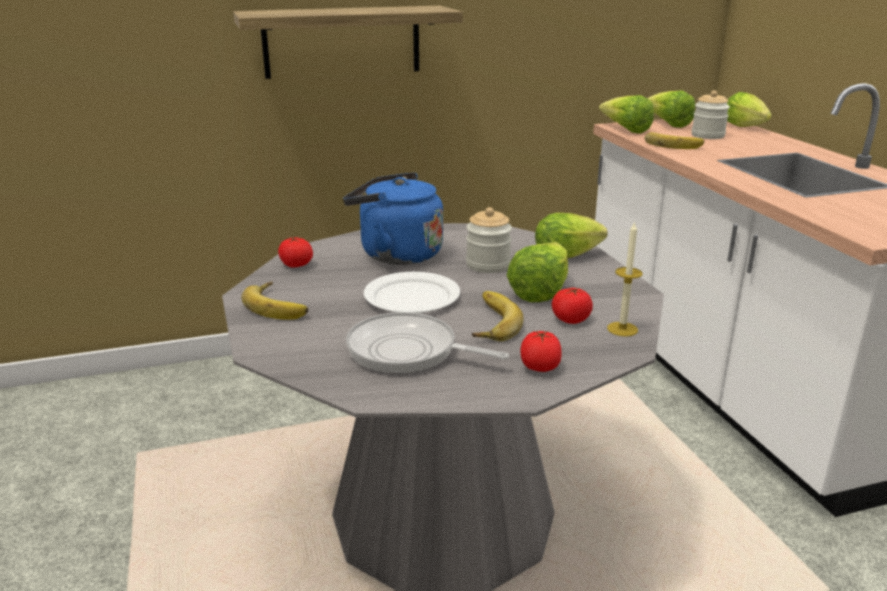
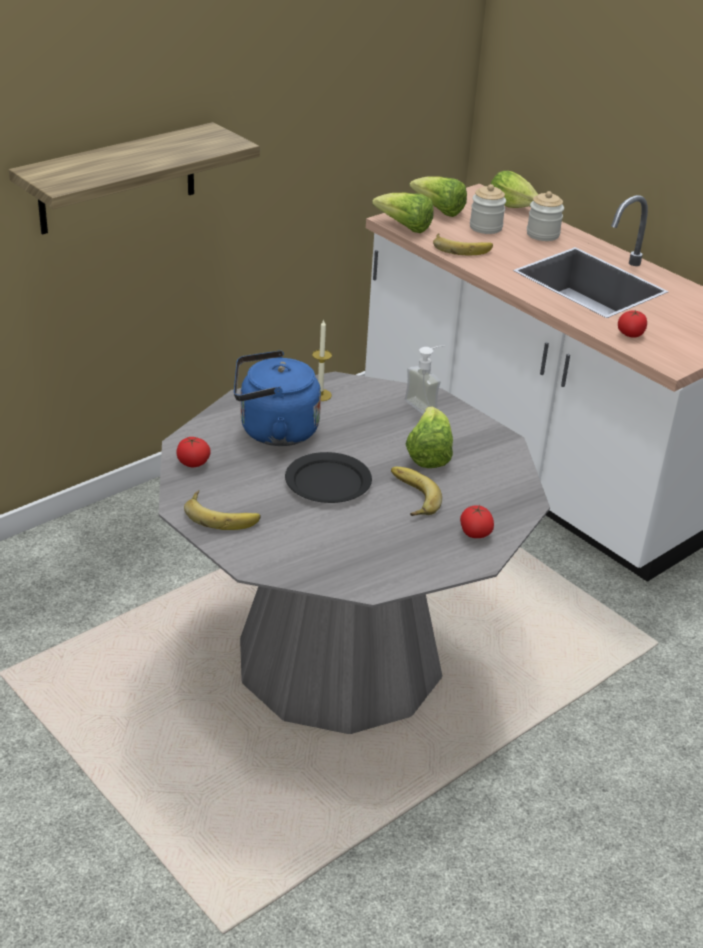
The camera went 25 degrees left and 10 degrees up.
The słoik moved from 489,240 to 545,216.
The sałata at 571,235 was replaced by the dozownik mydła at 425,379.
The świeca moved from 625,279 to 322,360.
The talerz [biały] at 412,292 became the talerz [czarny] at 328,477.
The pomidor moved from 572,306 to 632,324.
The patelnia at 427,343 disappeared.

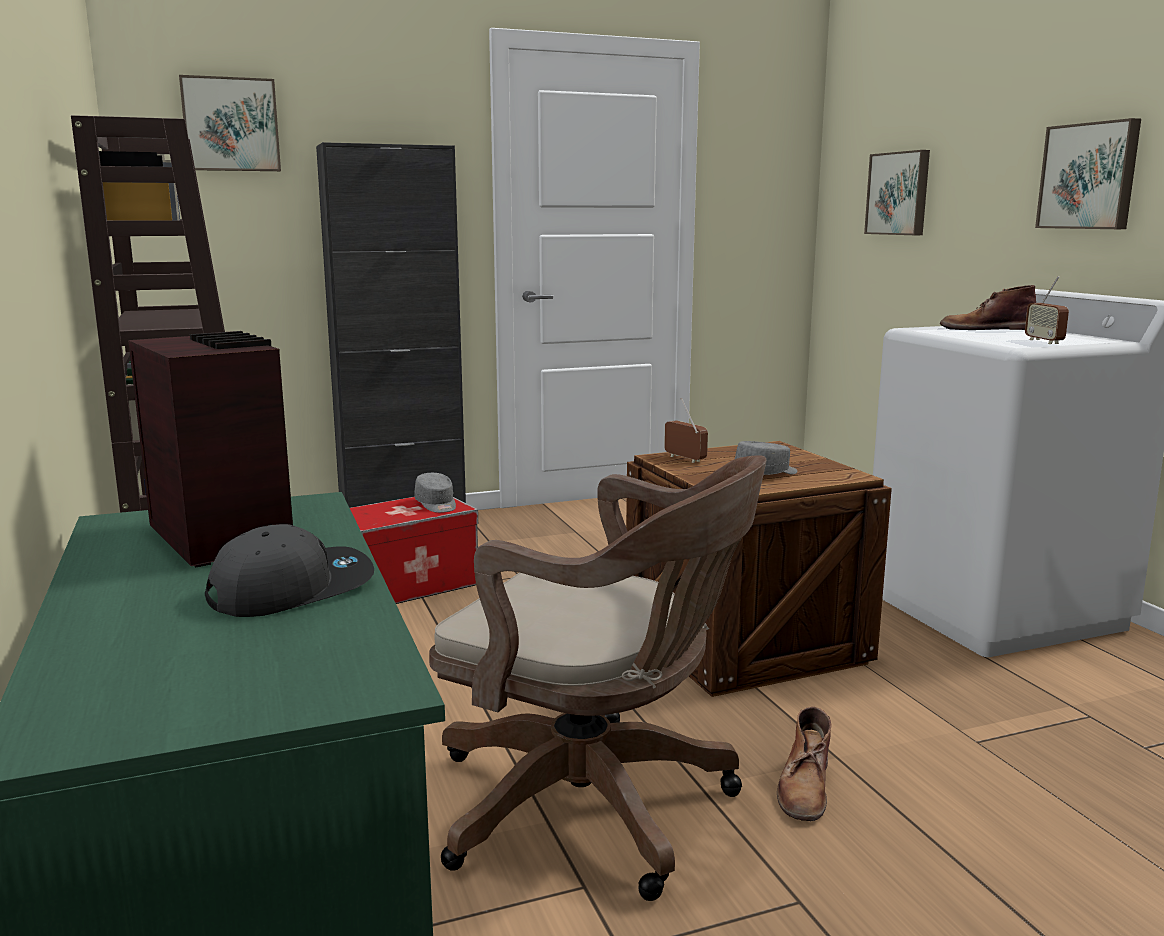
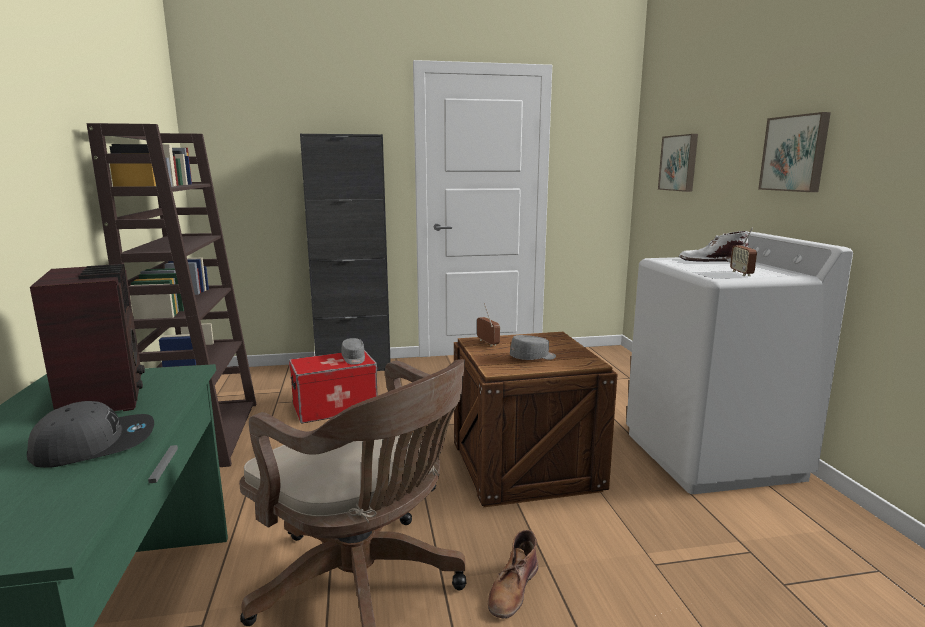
The camera went 10 degrees right and 0 degrees up.
The obraz at 230,123 disappeared.
The but z cholewką [brązowy] at 988,307 became the but z cholewką [biały] at 714,246.

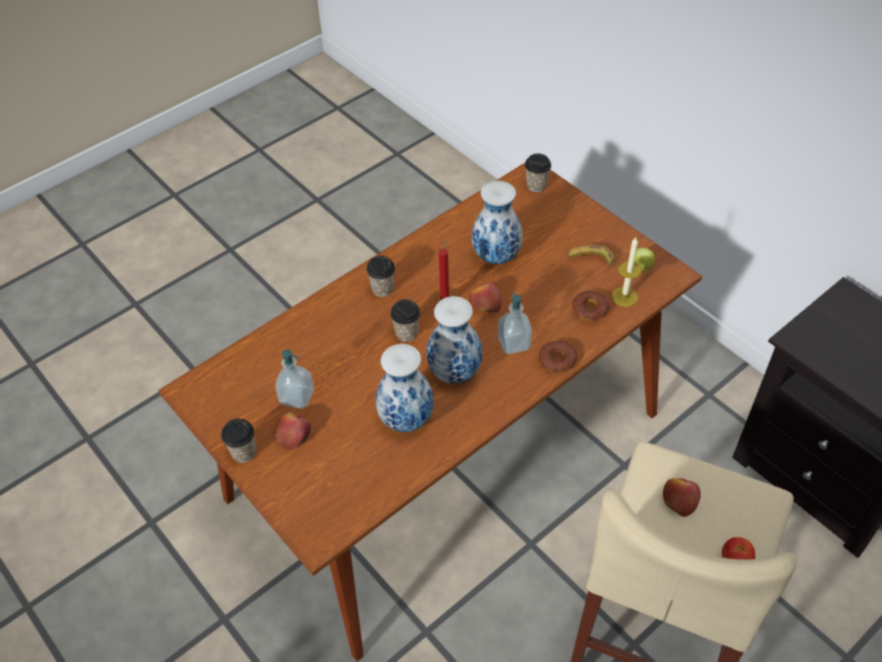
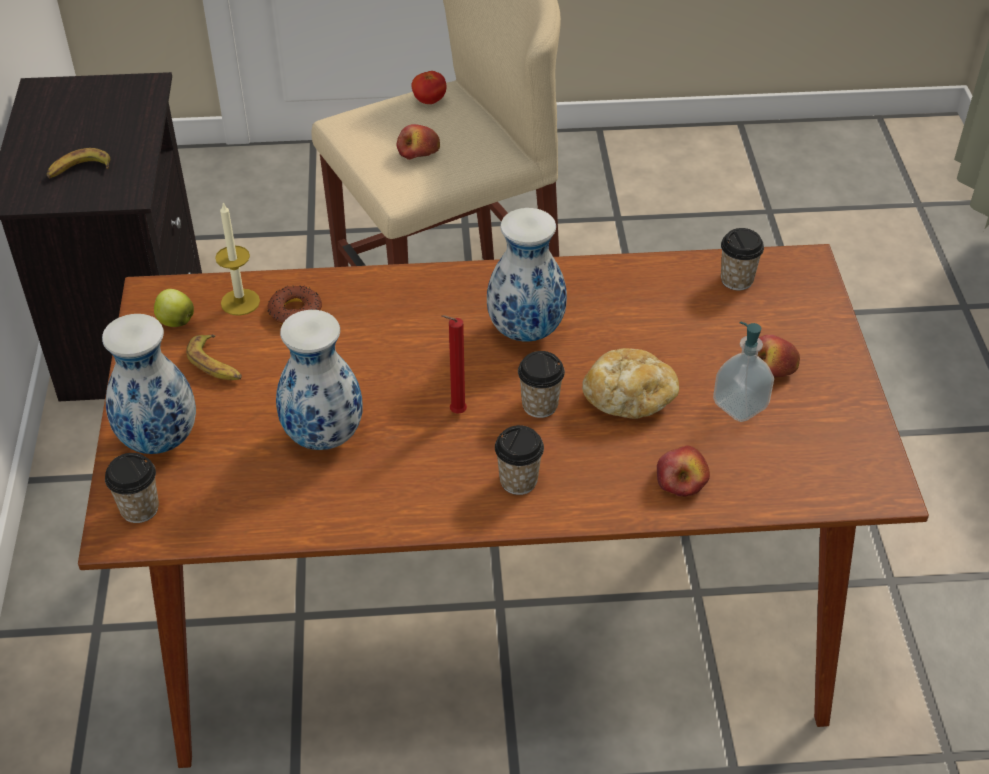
The camera went 145 degrees left and 5 degrees down.
The jabłko moved from 485,297 to 683,471.
The dozownik mydła at 515,323 disappeared.
The donut at 558,356 disappeared.
The wazon moved from 405,388 to 149,384.
The filiżanka moved from 238,441 to 742,259.
The banan at 78,163 appeared.
The chleb at 630,383 appeared.

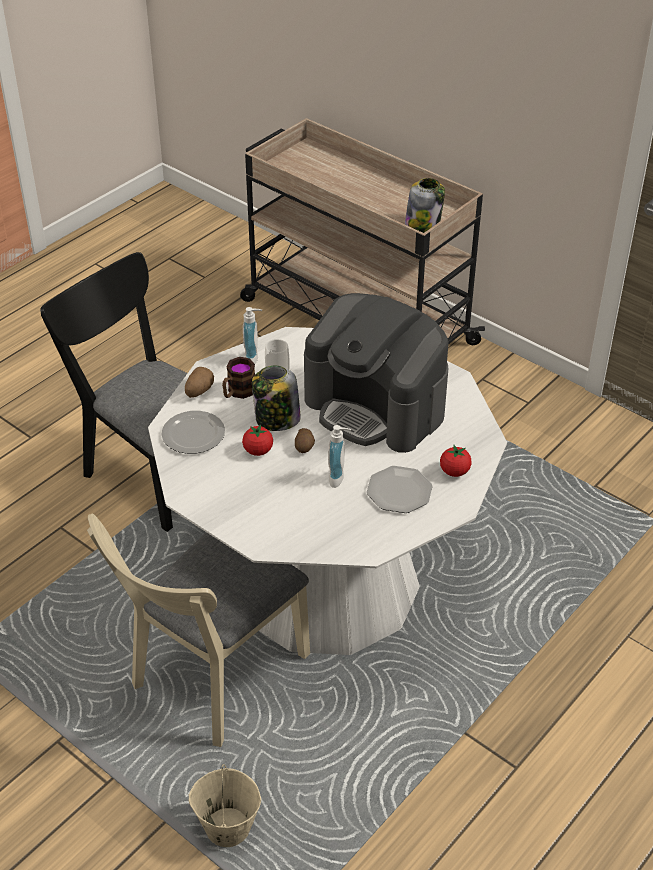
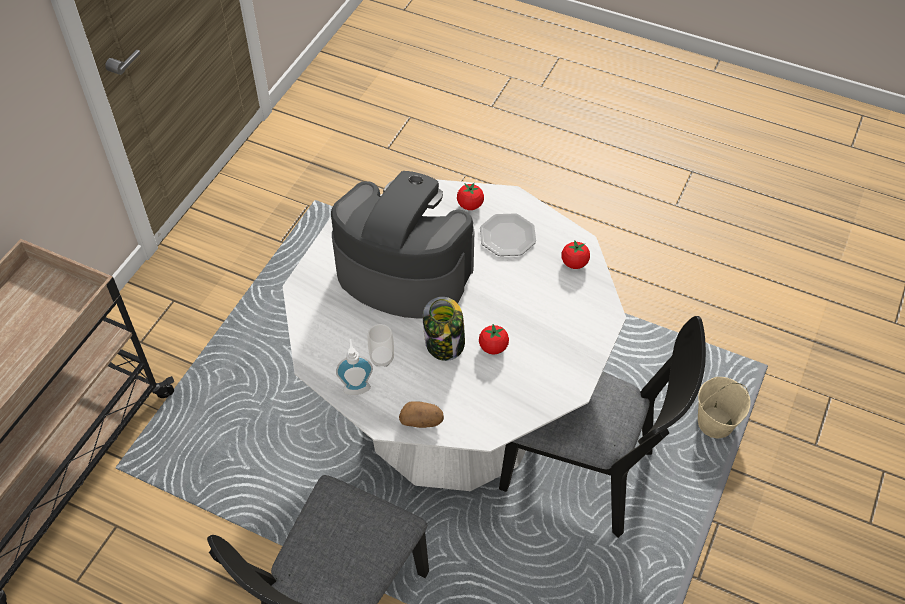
The camera went 105 degrees left and 10 degrees up.
The słoik at 425,205 disappeared.
The ekspres do kawy at 376,373 turned 90 degrees counterclockwise.
The kubek at 238,378 disappeared.
The talerz at 193,432 disappeared.
The dozownik mydła at 340,456 disappeared.
The ziemniak at 305,440 disappeared.
The krzesło [beżowy] at 198,630 became the krzesło [czarny] at 602,427.
The pomidor at 576,254 appeared.

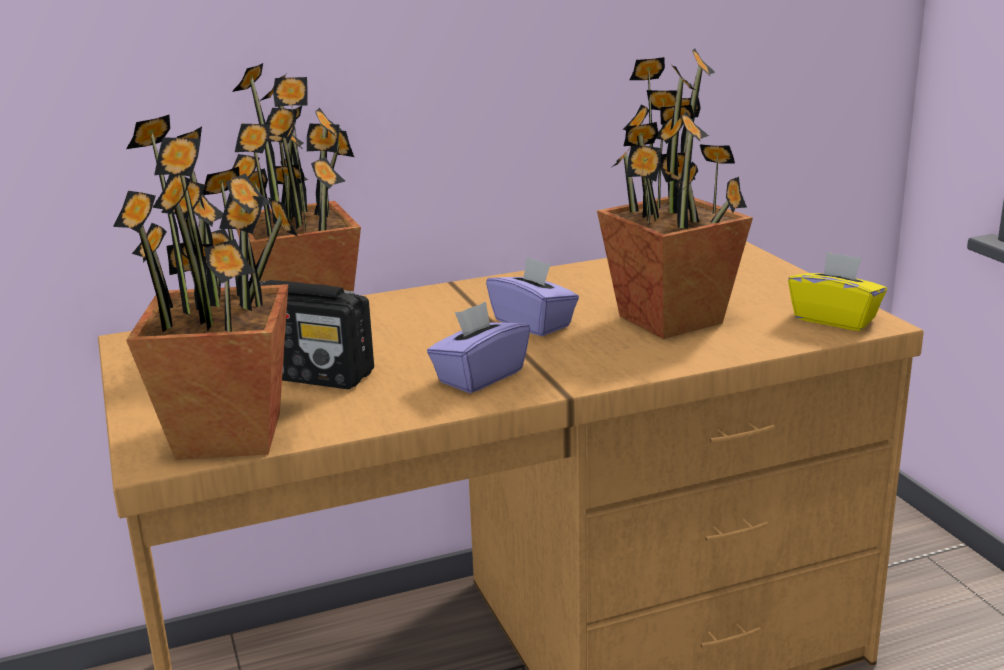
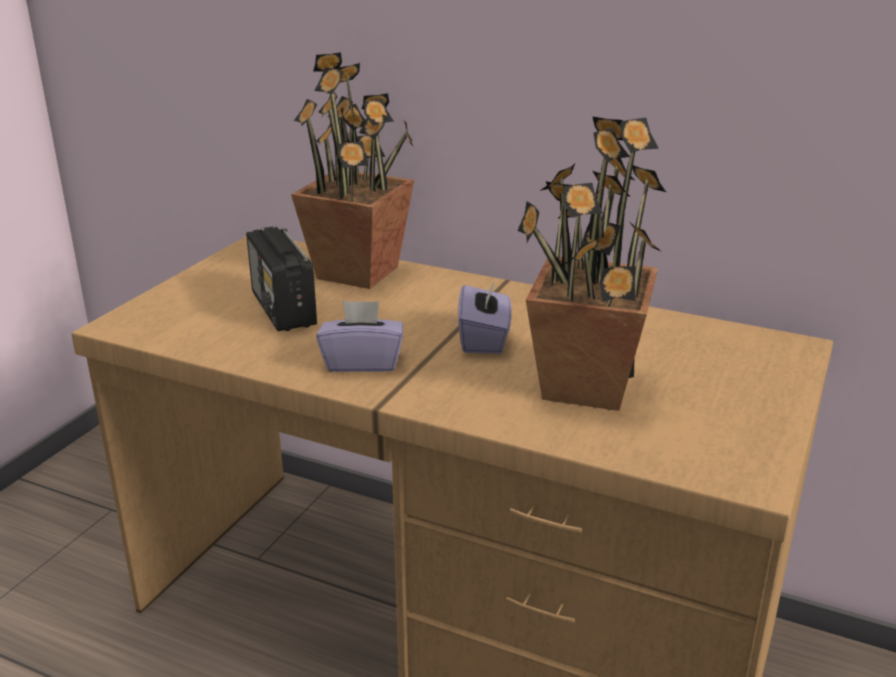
The camera went 45 degrees right and 5 degrees up.
The roślina doniczkowa at 205,287 disappeared.
The pudełko chusteczek [żółty] at 837,291 disappeared.

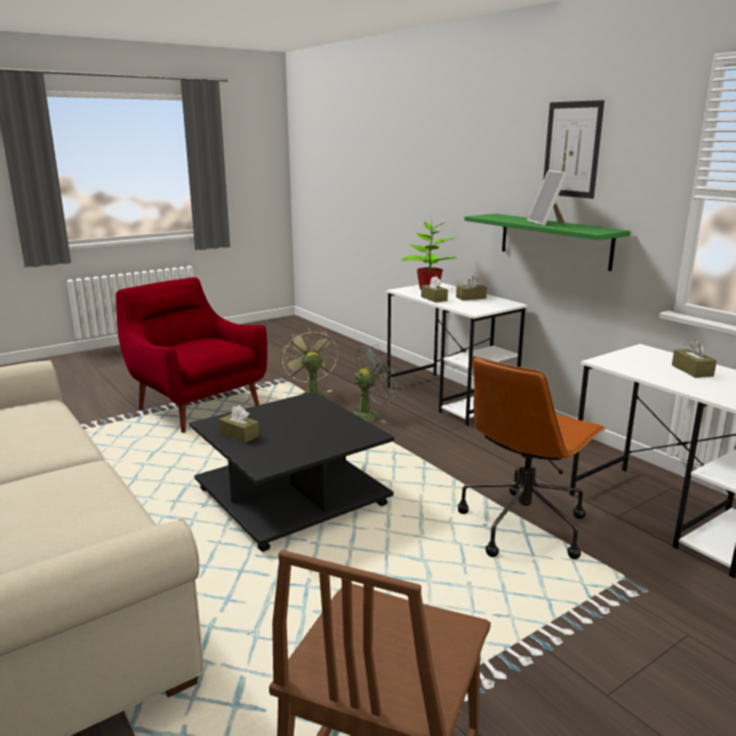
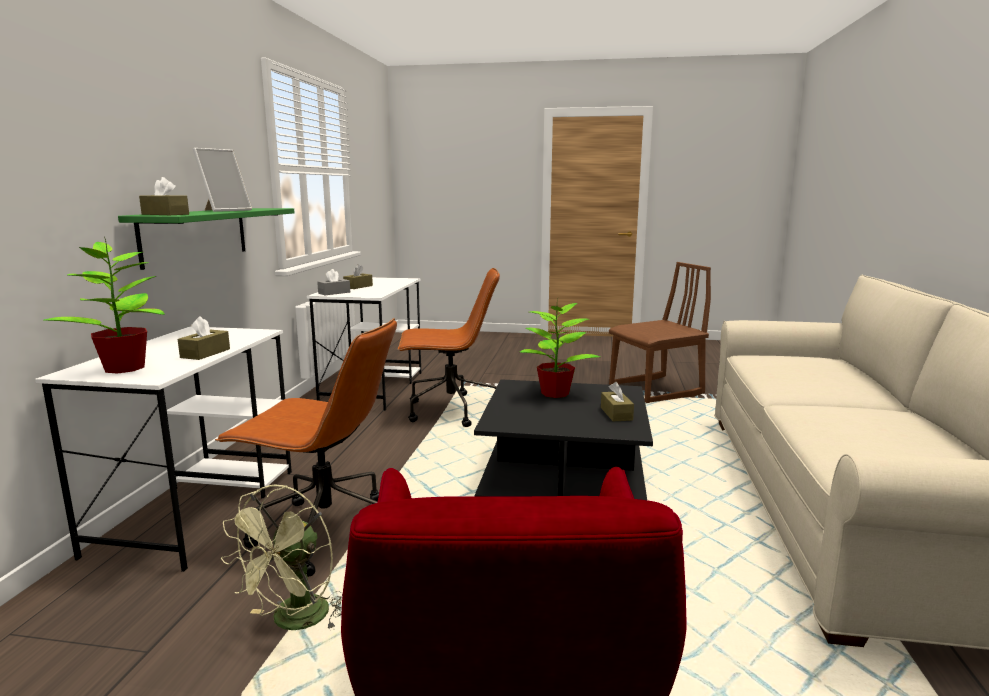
The camera went 135 degrees left and 5 degrees down.
The obraz at 574,149 disappeared.
The pudełko chusteczek [brązowy] moved from 471,288 to 164,196.
The wentylator [szary] at 373,383 was replaced by the krzesło biurowe [brązowy] at 306,447.
The pudełko chusteczek [szary] at 333,282 appeared.
The roślina doniczkowa at 560,348 appeared.

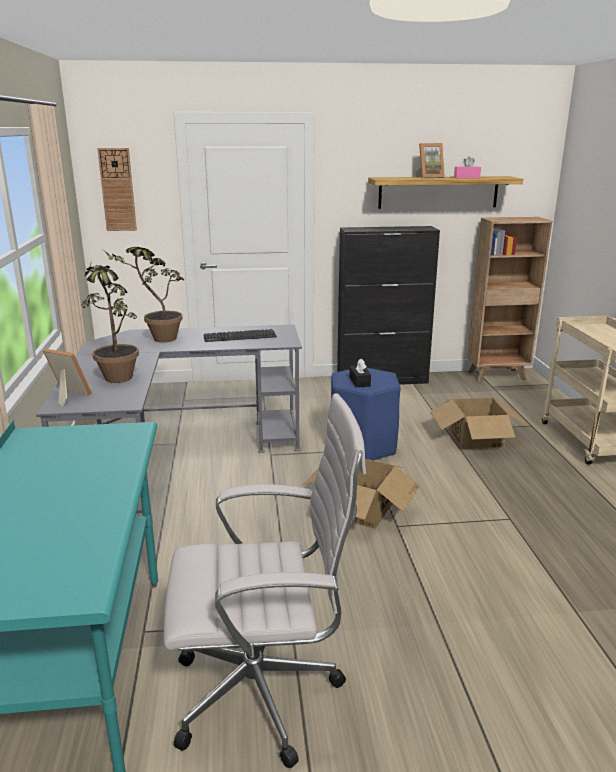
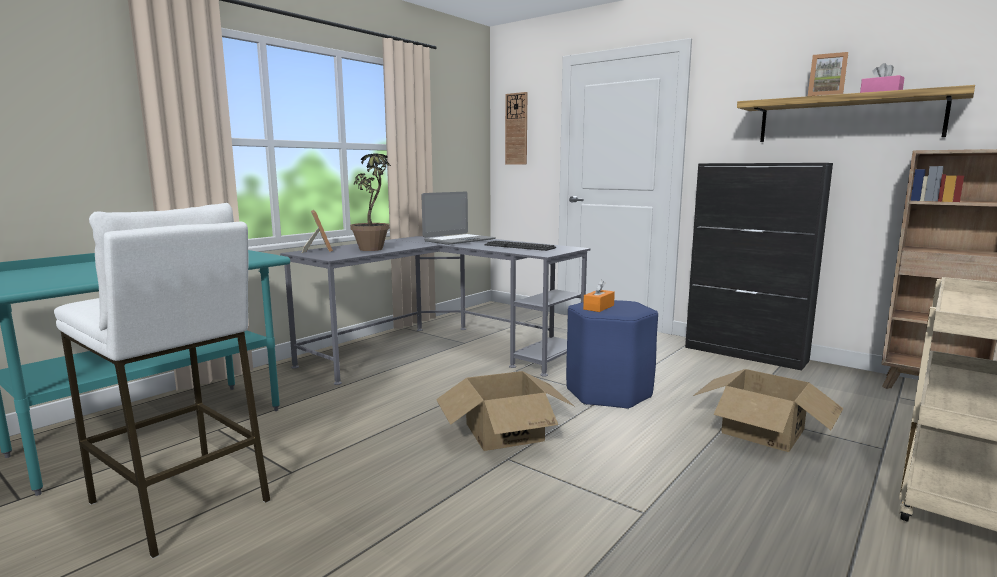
The camera went 45 degrees right and 10 degrees down.
The roślina doniczkowa at 144,295 was replaced by the laptop at 459,218.
The pudełko chusteczek [czarny] at 360,373 became the pudełko chusteczek [pomarańczowy] at 599,295.
The krzesło biurowe [biały] at 264,581 was replaced by the stołek [biały] at 162,380.

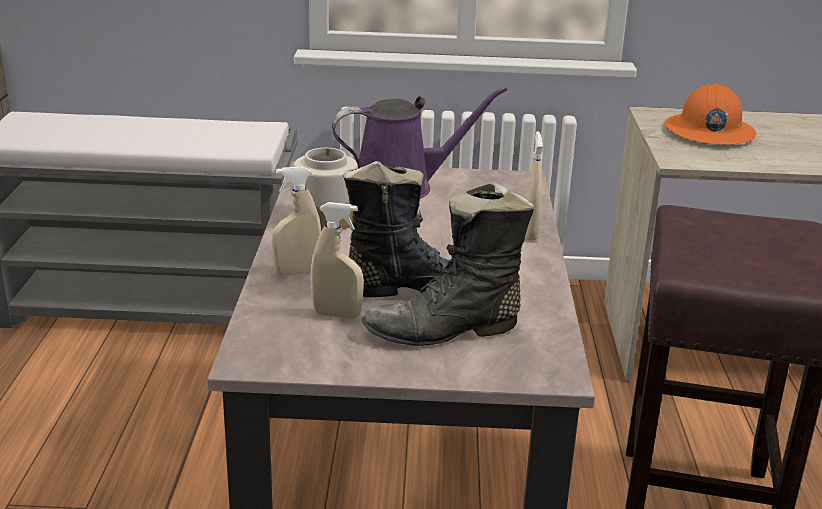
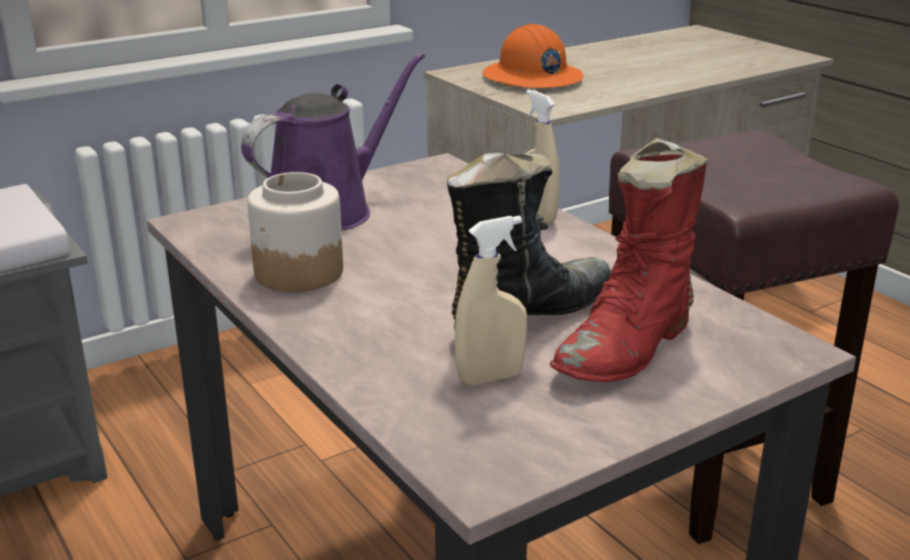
The camera went 35 degrees left and 0 degrees up.
The spryskiwacz [beżowy] at 296,220 disappeared.
The but z cholewką [czarny] at 448,263 became the but z cholewką [czerwony] at 629,260.

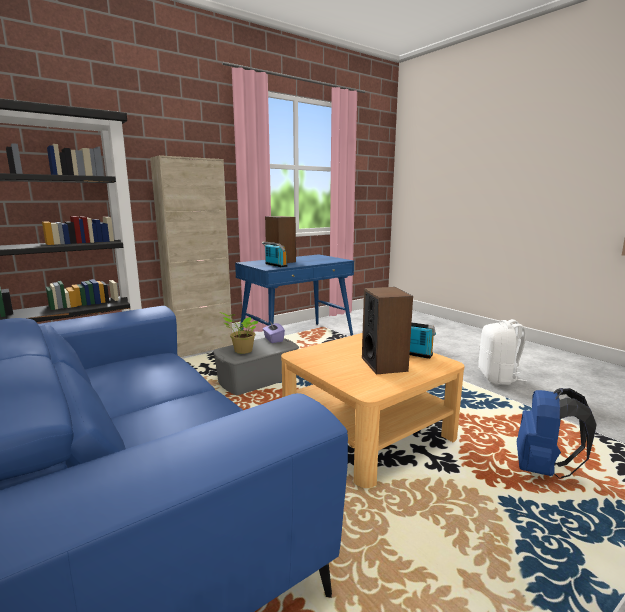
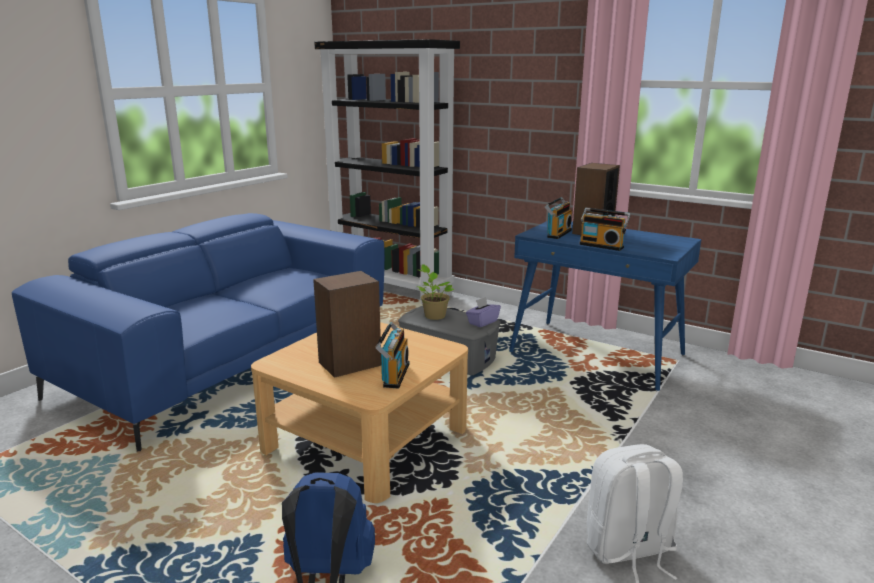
The camera went 70 degrees right and 5 degrees up.
The szafka [beżowy] at 191,256 disappeared.
The radio at 605,229 appeared.

